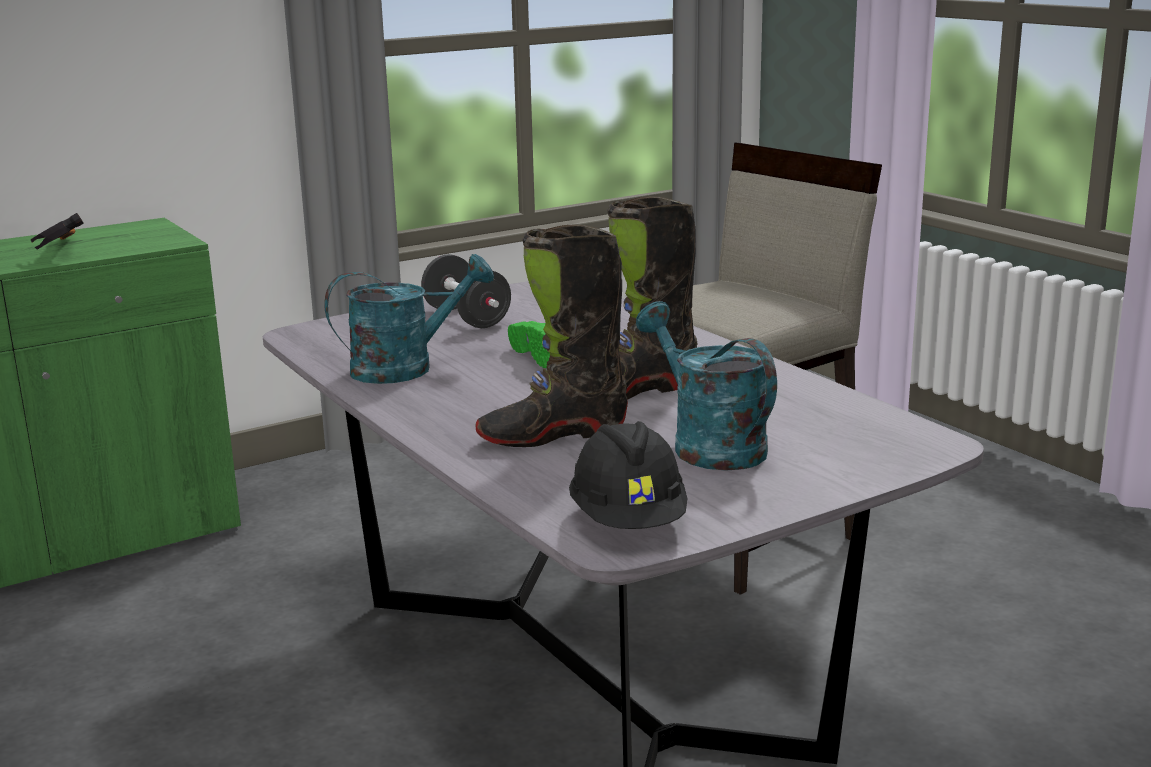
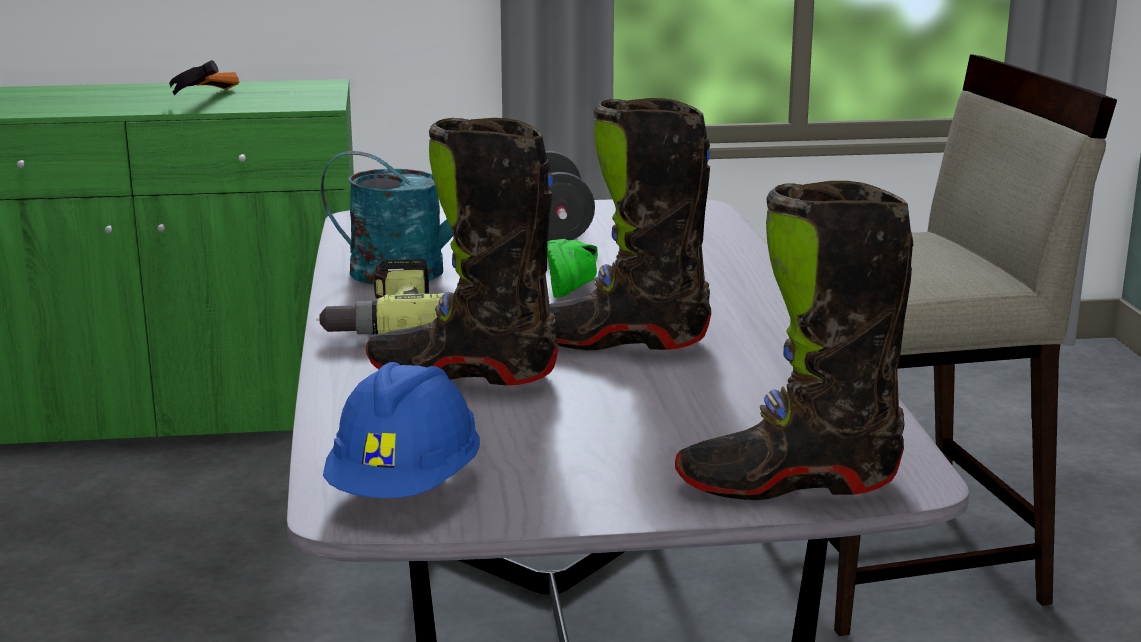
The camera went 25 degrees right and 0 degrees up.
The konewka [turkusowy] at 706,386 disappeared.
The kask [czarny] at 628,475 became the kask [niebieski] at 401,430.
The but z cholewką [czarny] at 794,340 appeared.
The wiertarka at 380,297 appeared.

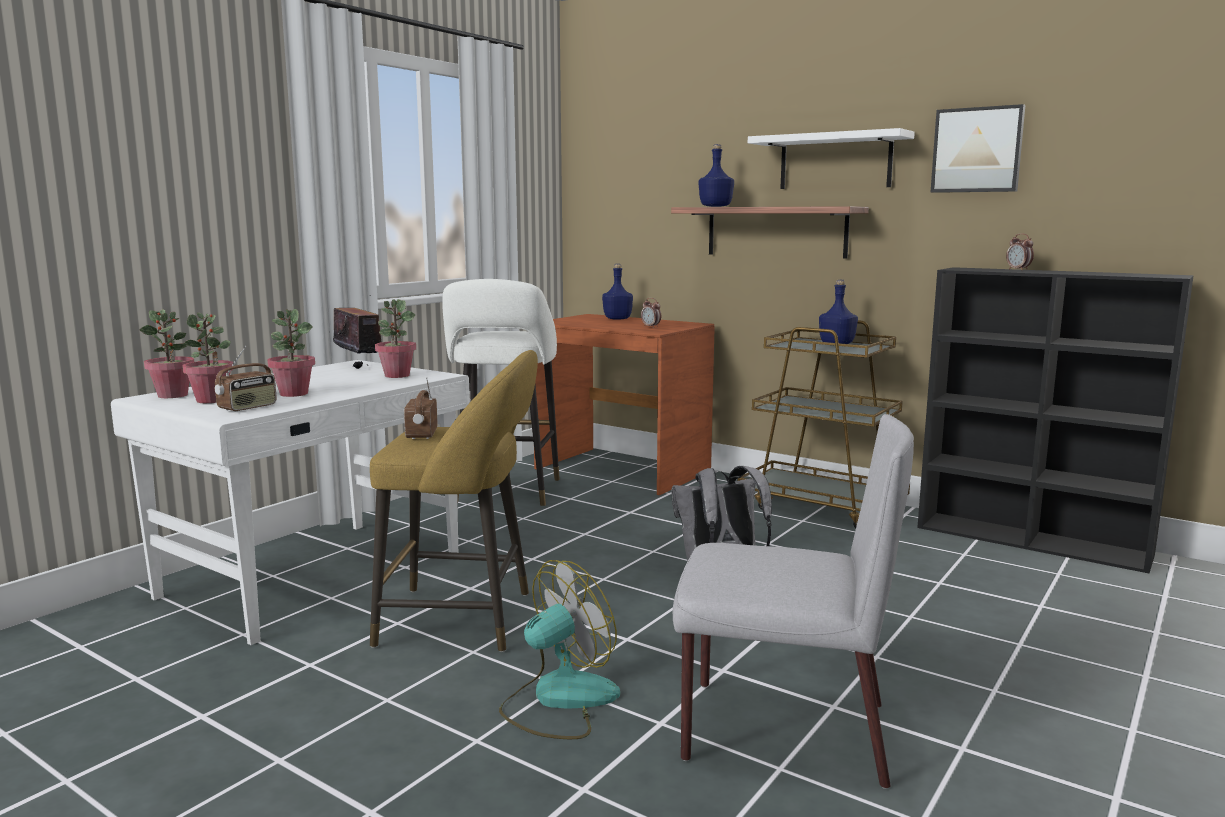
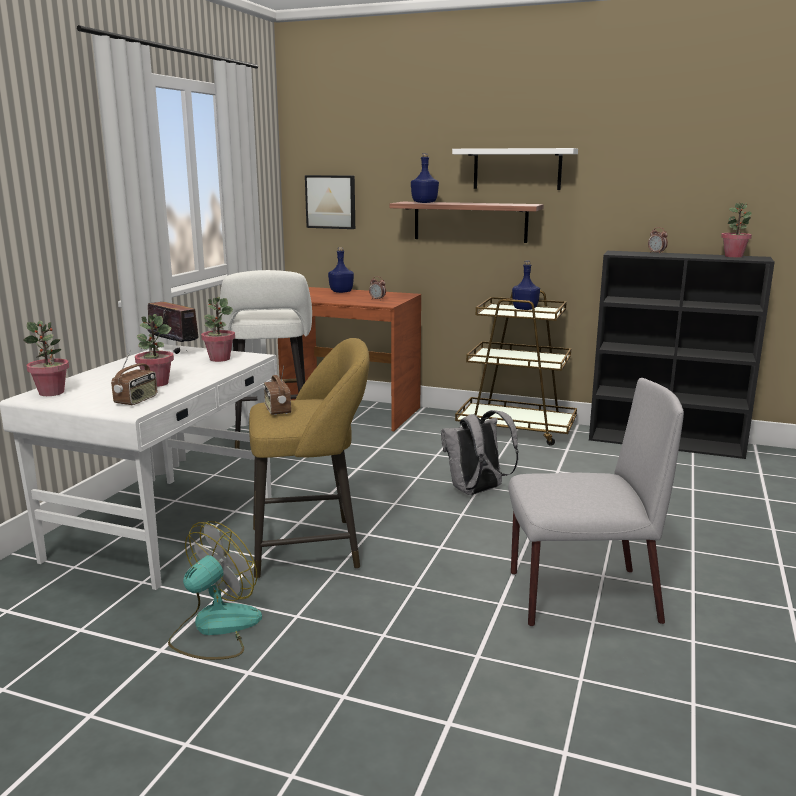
The camera went 15 degrees left and 5 degrees up.
The obraz moved from 978,148 to 330,202.
The roślina doniczkowa moved from 208,358 to 736,230.
The wentylator moved from 559,649 to 215,590.

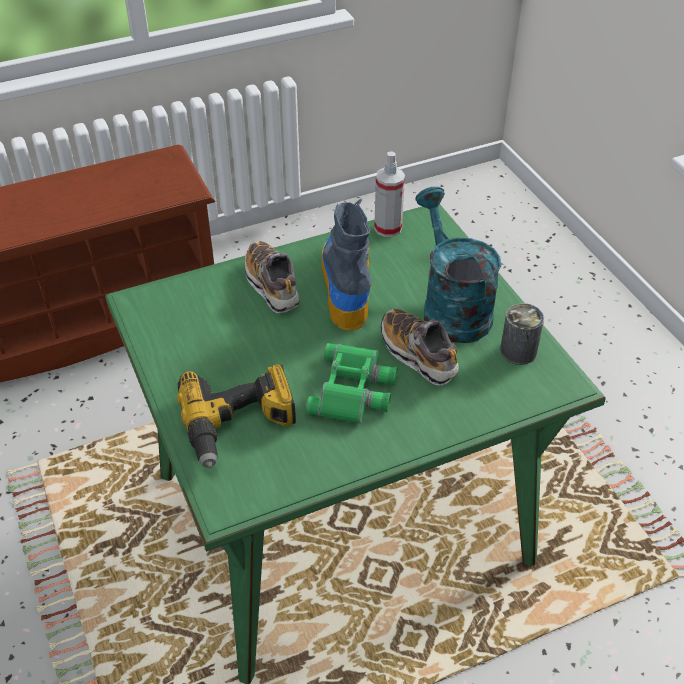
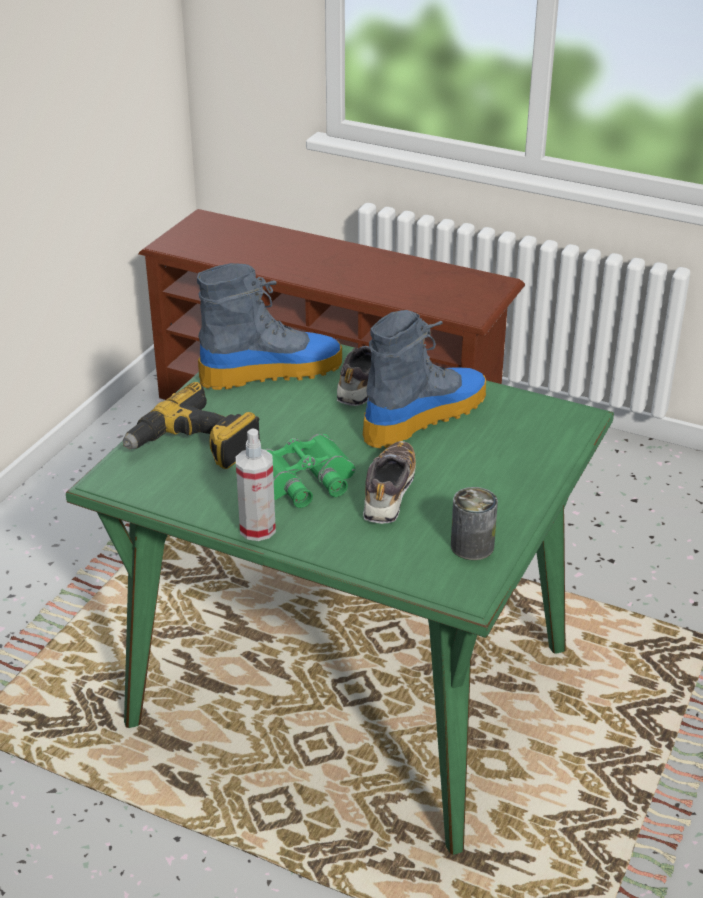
The camera went 50 degrees right and 10 degrees down.
The spryskiwacz moved from 389,194 to 256,484.
The konewka [turkusowy] at 458,265 disappeared.
The but z cholewką at 269,326 appeared.

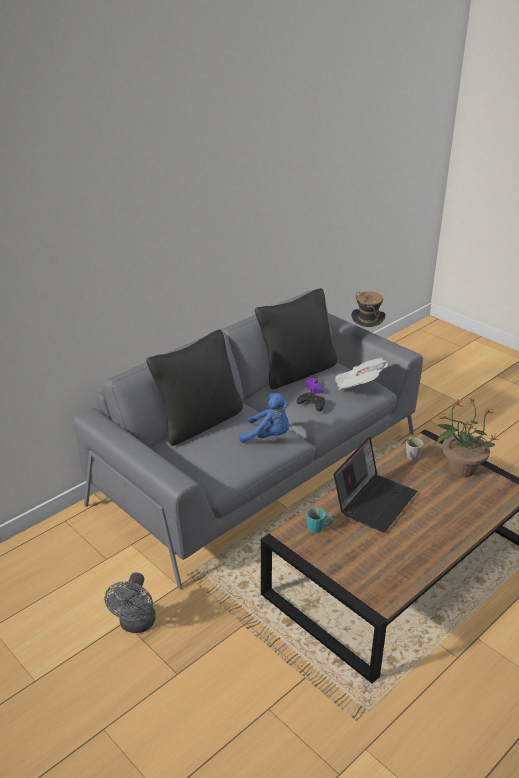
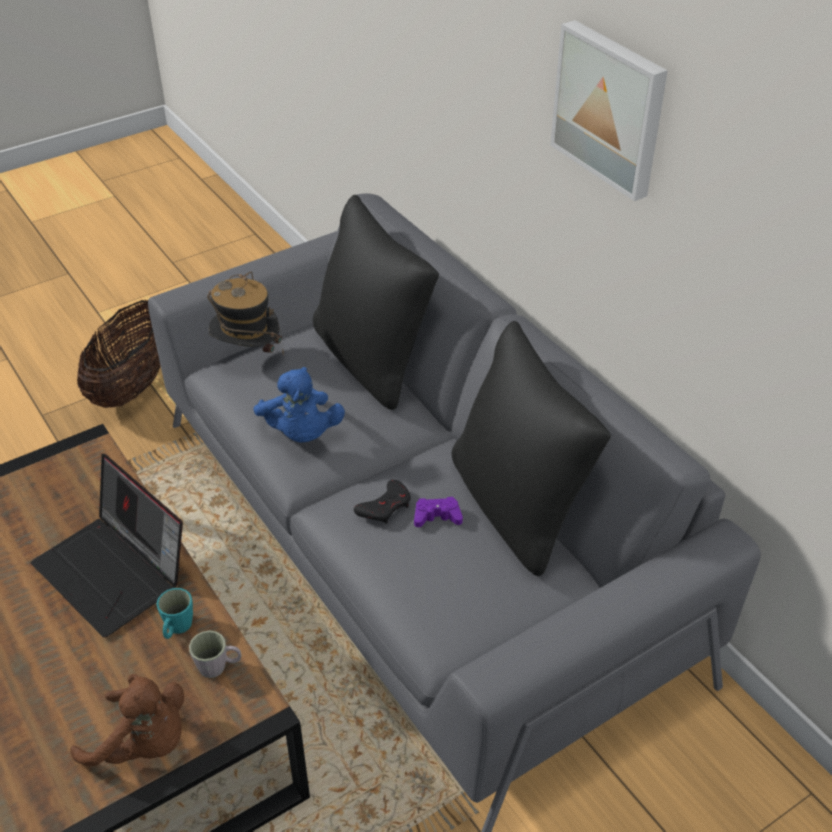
The camera went 100 degrees right and 10 degrees up.
The kapelusz moved from 368,309 to 245,313.
The gazeta at 361,374 disappeared.
The pluszak [niebieski] at 264,418 turned 45 degrees counterclockwise.
The roślina doniczkowa at 467,437 was replaced by the pluszak [brązowy] at 127,720.
The kubek [turkusowy] moved from 319,520 to 174,613.
The wentylator [szary] at 130,602 was replaced by the koszyk at 119,353.
The obraz at 609,110 appeared.

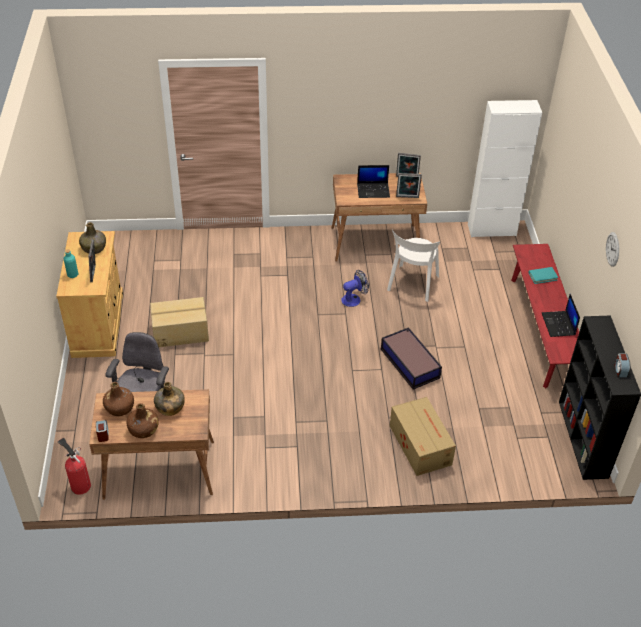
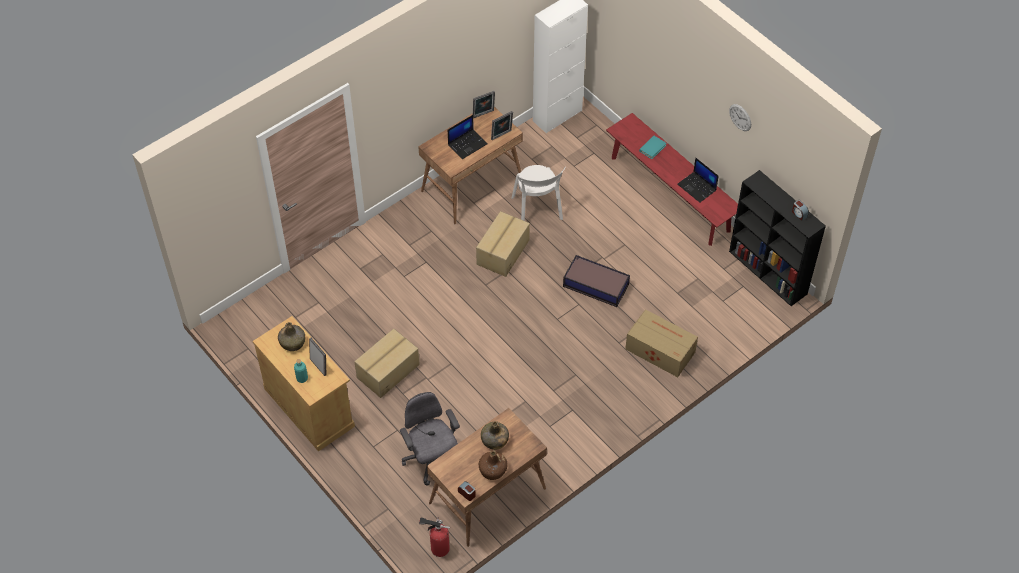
The camera went 35 degrees left and 10 degrees up.
The wentylator at 355,288 was replaced by the karton at 503,244.
The butelka [brązowy] at 118,399 disappeared.

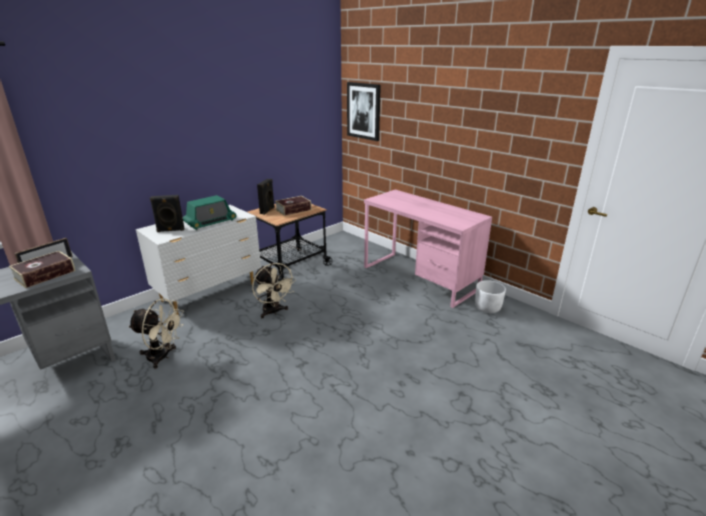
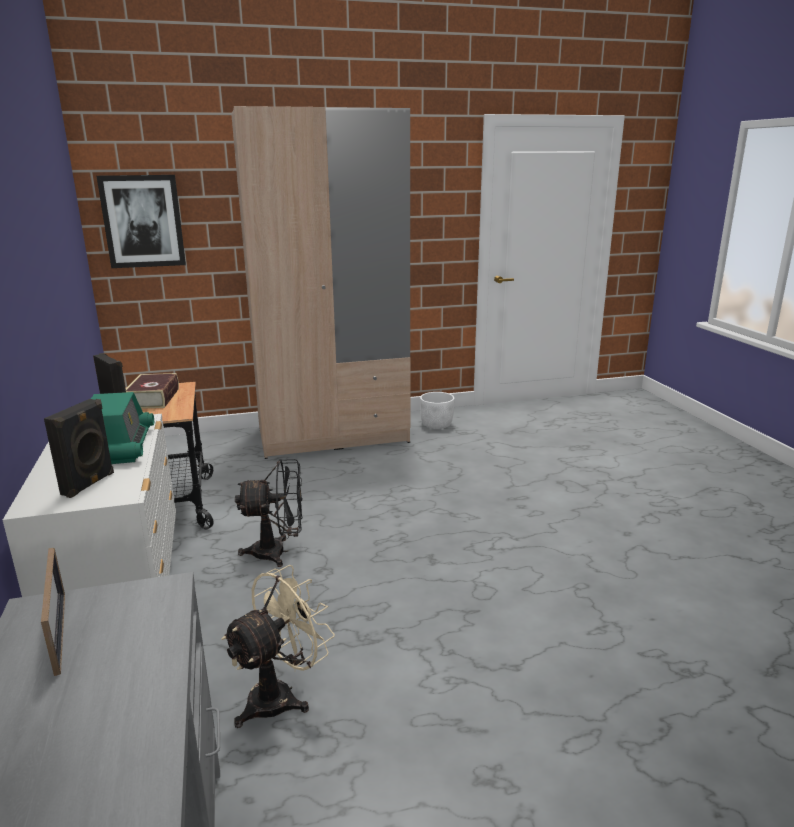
The camera went 60 degrees left and 5 degrees down.
The biurko [różowy] at 428,249 was replaced by the szafa [beżowy] at 321,282.
The książka at 42,269 disappeared.
The wentylator [beżowy] at 274,290 became the wentylator [czarny] at 269,513.

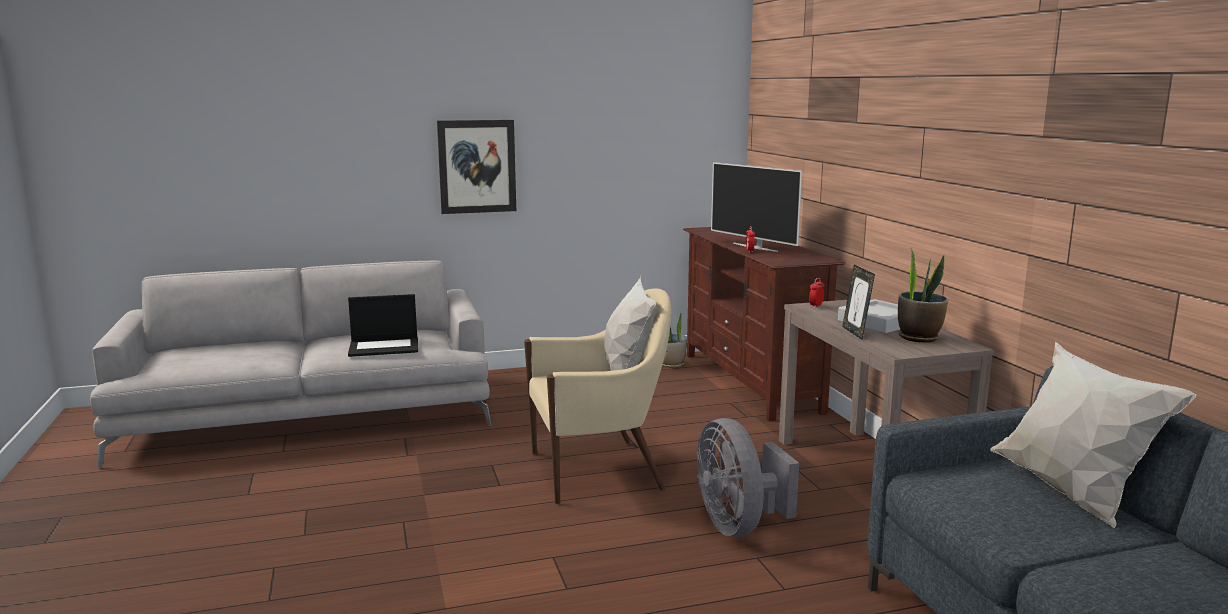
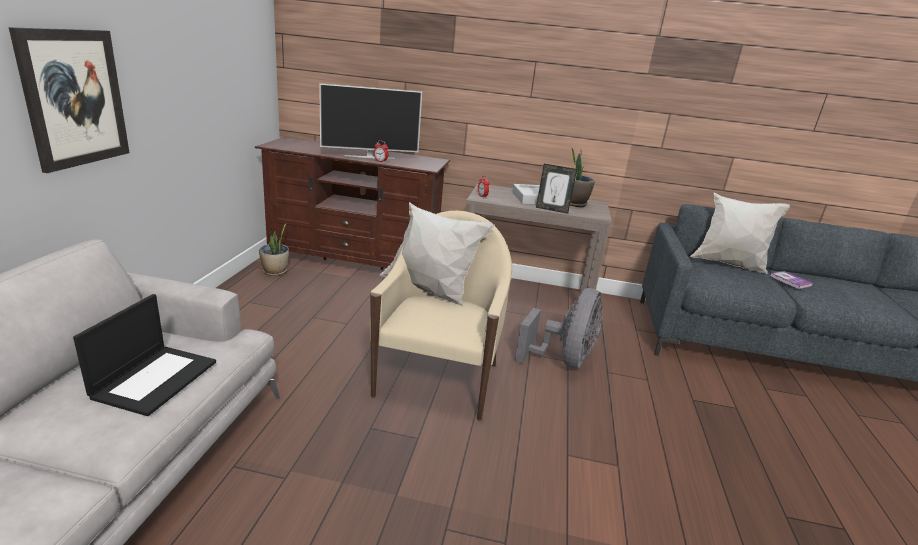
The camera went 65 degrees left and 10 degrees up.
The wentylator [szary] at 748,477 turned 75 degrees counterclockwise.
The książka at 791,280 appeared.

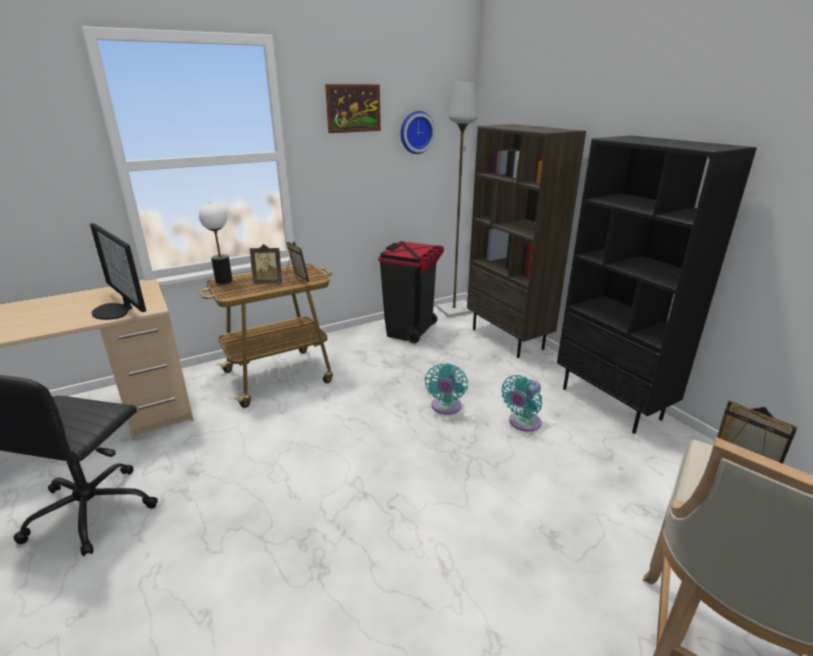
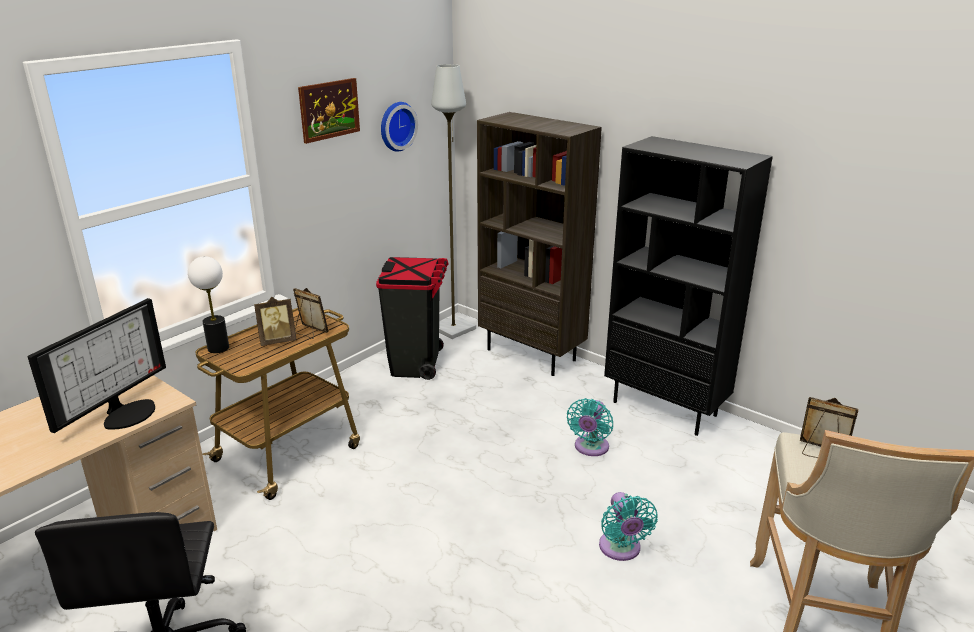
The camera went 20 degrees left and 0 degrees up.
The monitor at 118,271 turned 90 degrees counterclockwise.
The wentylator [turkusowy] moved from 446,389 to 628,526.

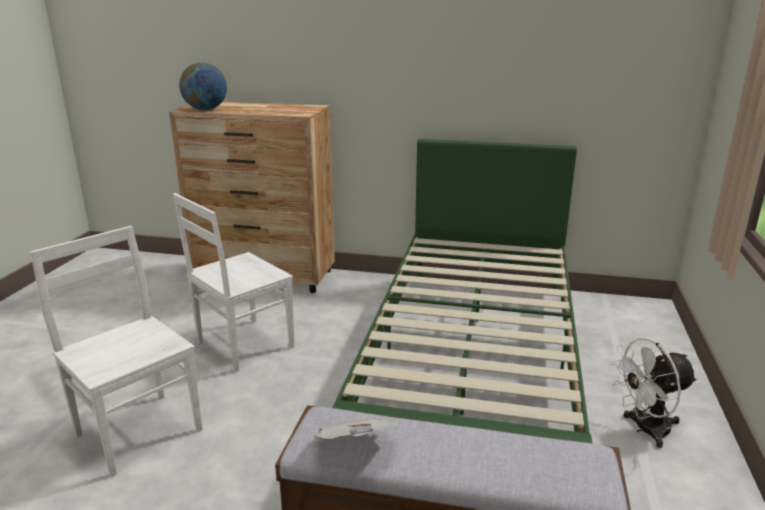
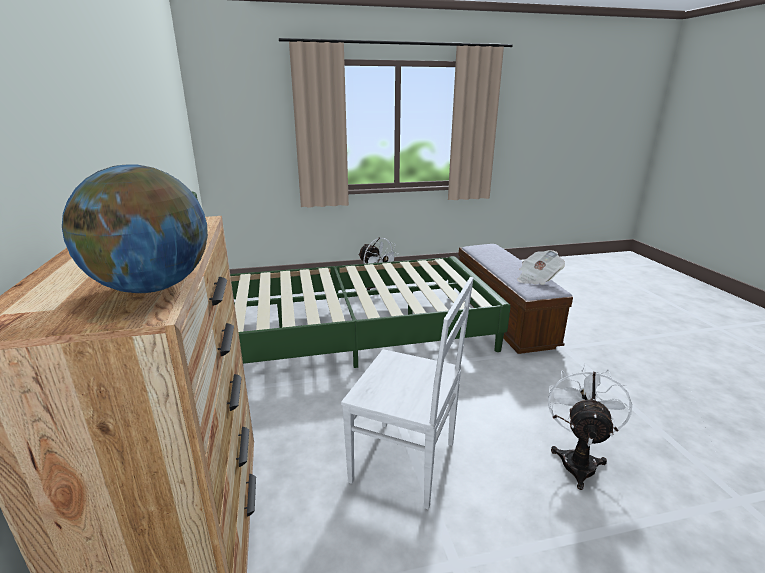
The camera went 115 degrees left and 0 degrees up.
The krzesło [biały] at 116,351 was replaced by the wentylator [biały] at 590,427.

